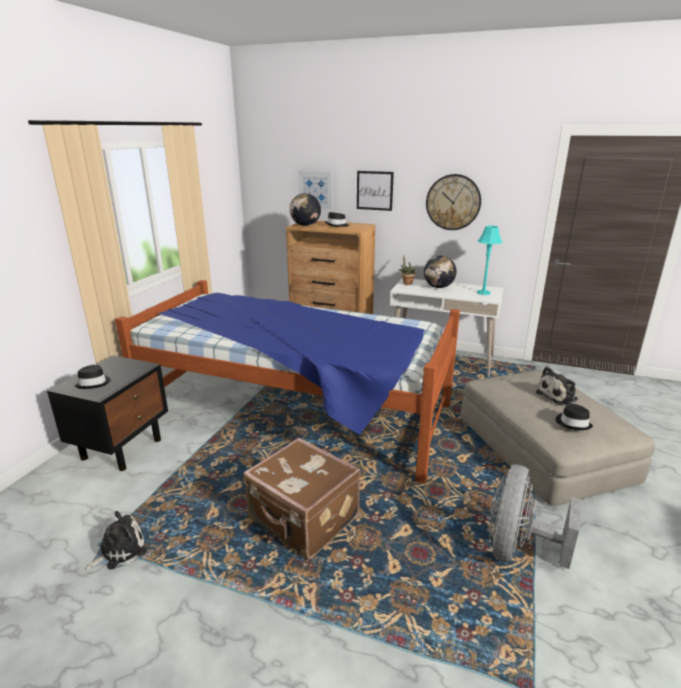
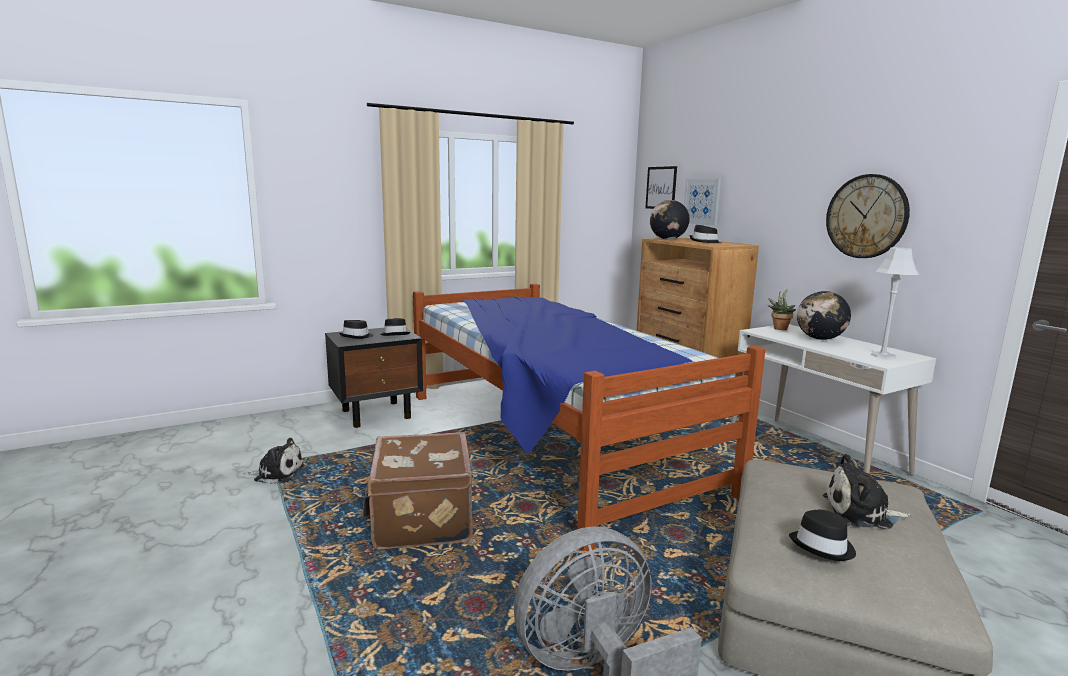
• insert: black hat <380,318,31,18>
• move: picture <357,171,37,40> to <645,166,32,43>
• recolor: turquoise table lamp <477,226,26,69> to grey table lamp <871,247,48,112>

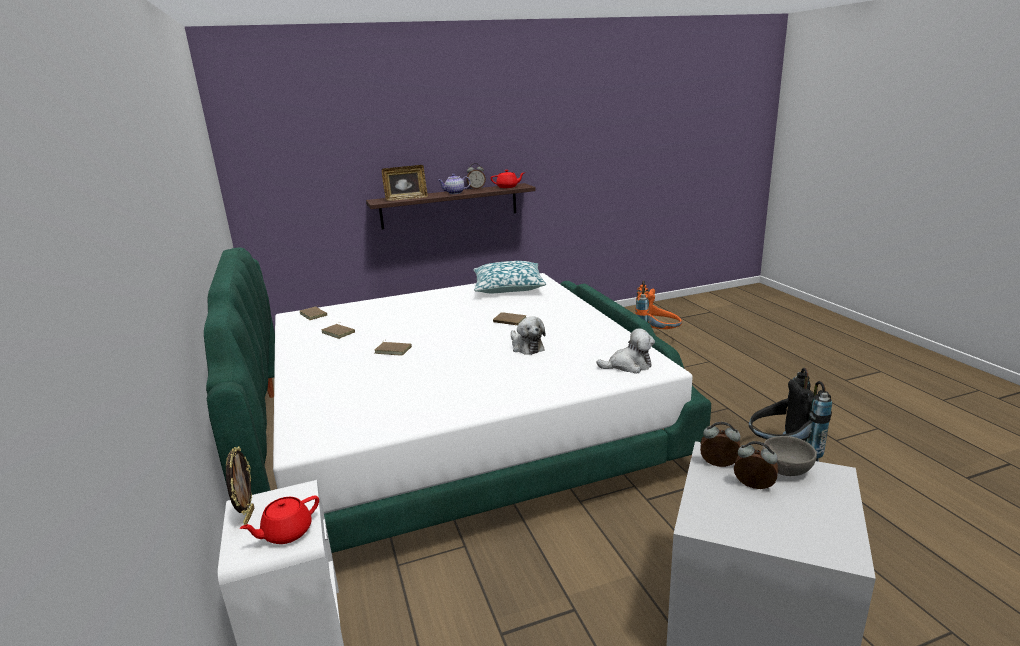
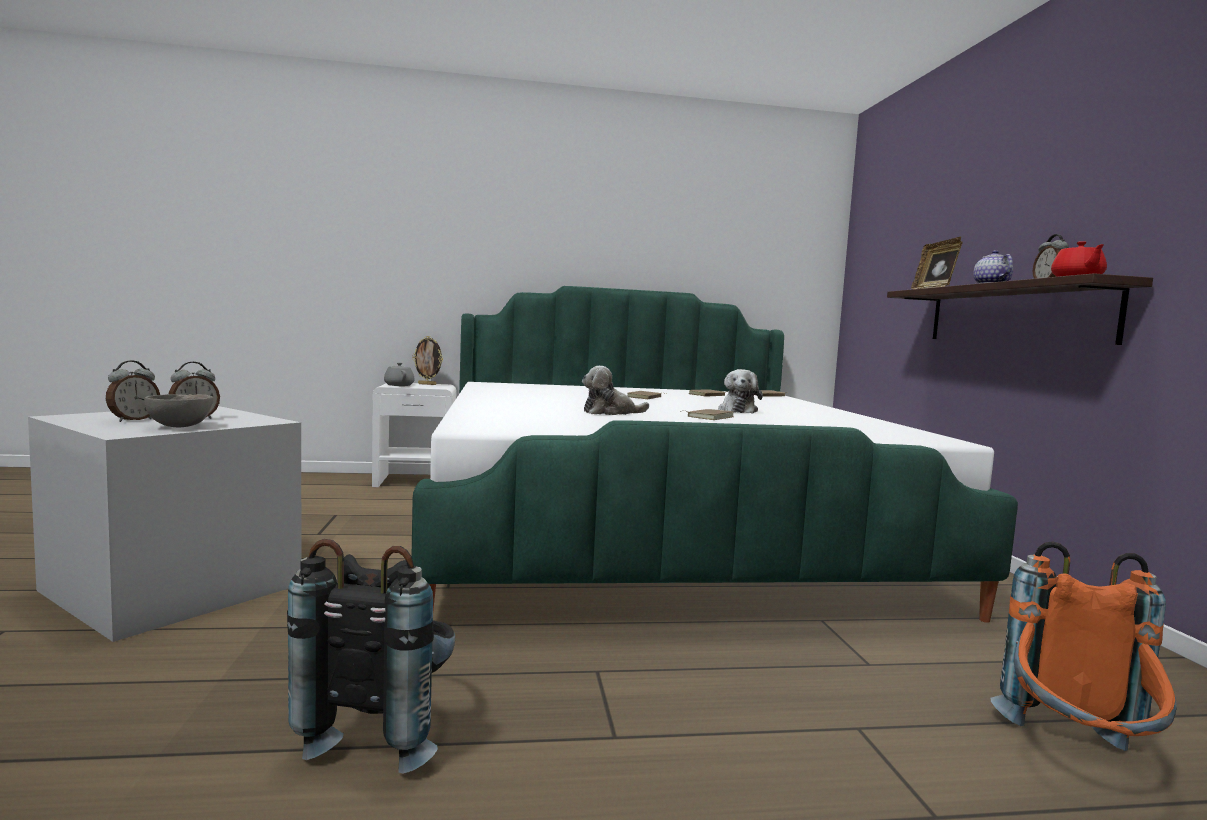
• delete: pillow <473,261,73,32>
• move: plush toy <596,328,59,46> to <718,369,45,45>
• move: alarm clock <700,422,41,45> to <106,360,54,62>
• recolor: red teapot <240,495,79,49> to grey teapot <384,363,31,23>

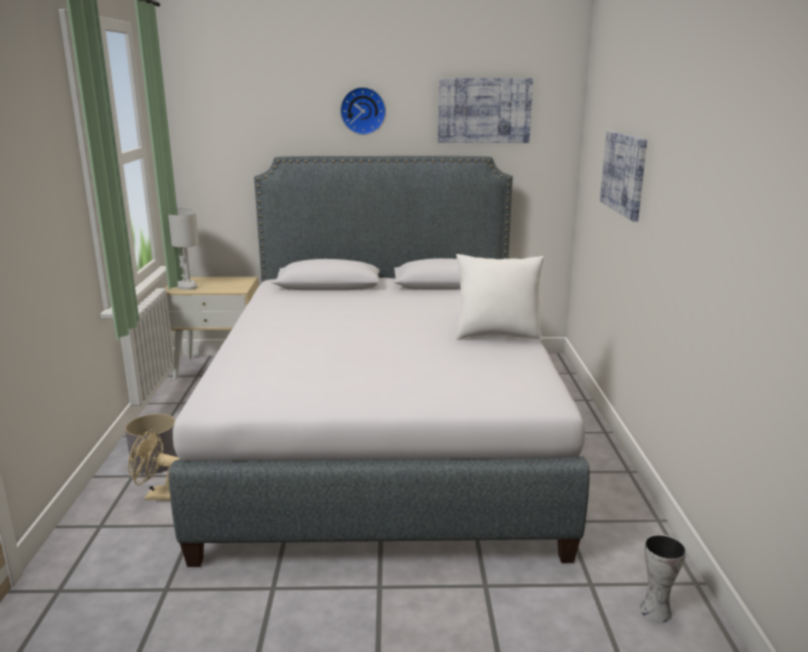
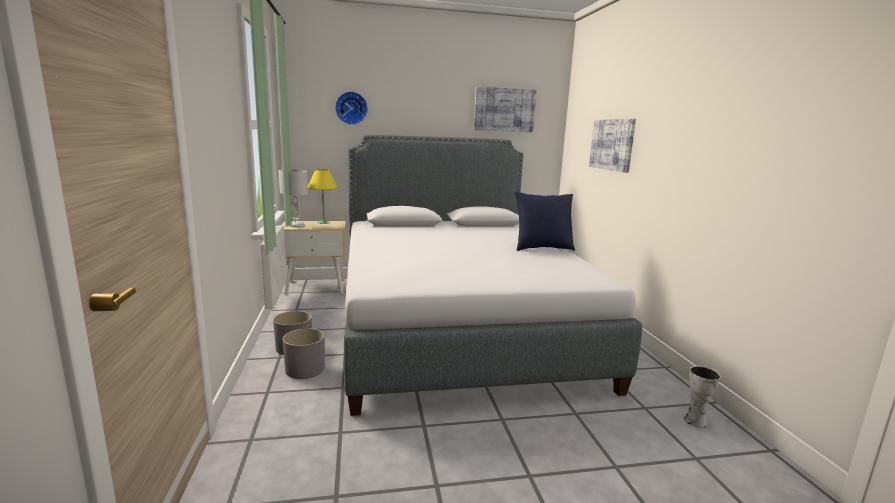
• insert: yellow table lamp <308,169,30,55>
• move: wall clock <340,87,46,48> to <335,91,33,34>
• replace: beige fan <128,429,52,72> to grey planter <283,328,42,51>
• recolor: white pillow <456,254,88,87> to blue pillow <515,192,60,59>

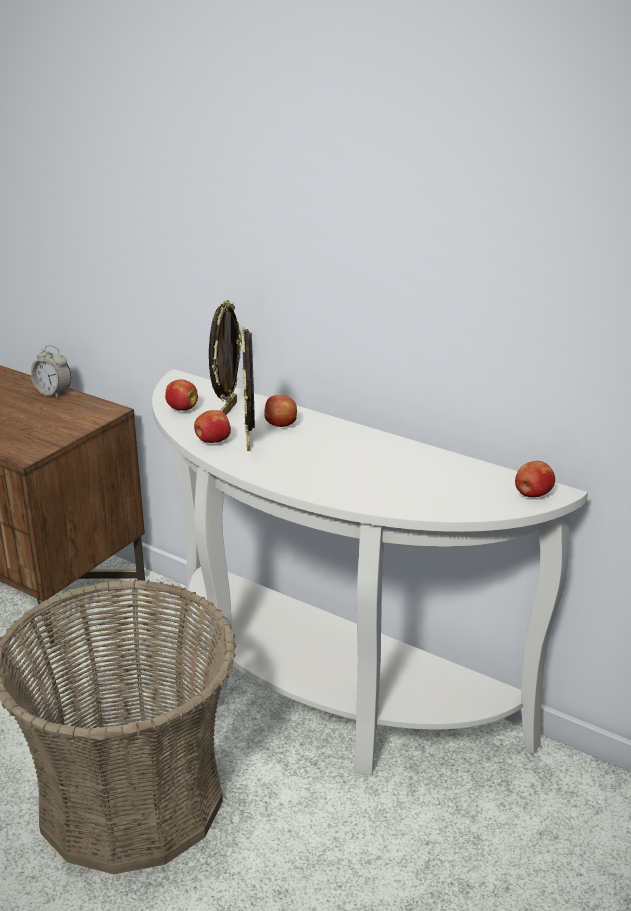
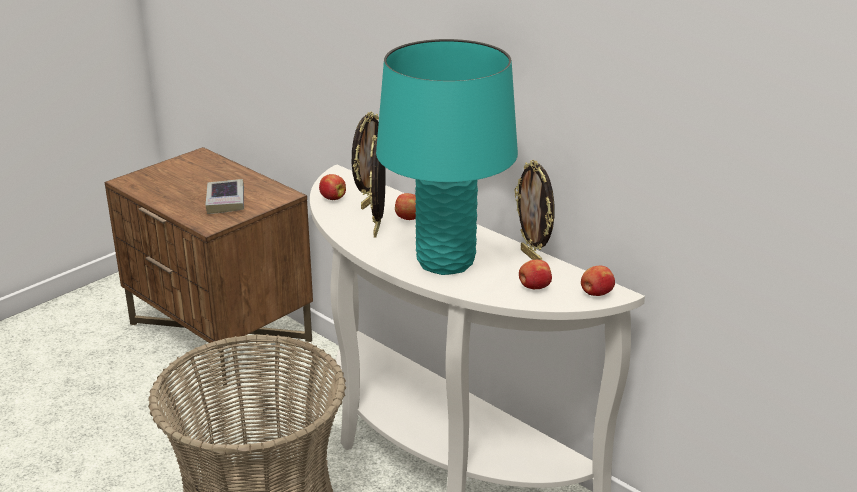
• delete: alarm clock <31,345,40,53>
• insert: book <205,179,39,35>
• insert: turquoise table lamp <376,39,142,236>
• insert: picture frame <515,160,39,100>
• move: apple <194,410,37,33> to <519,260,33,29>

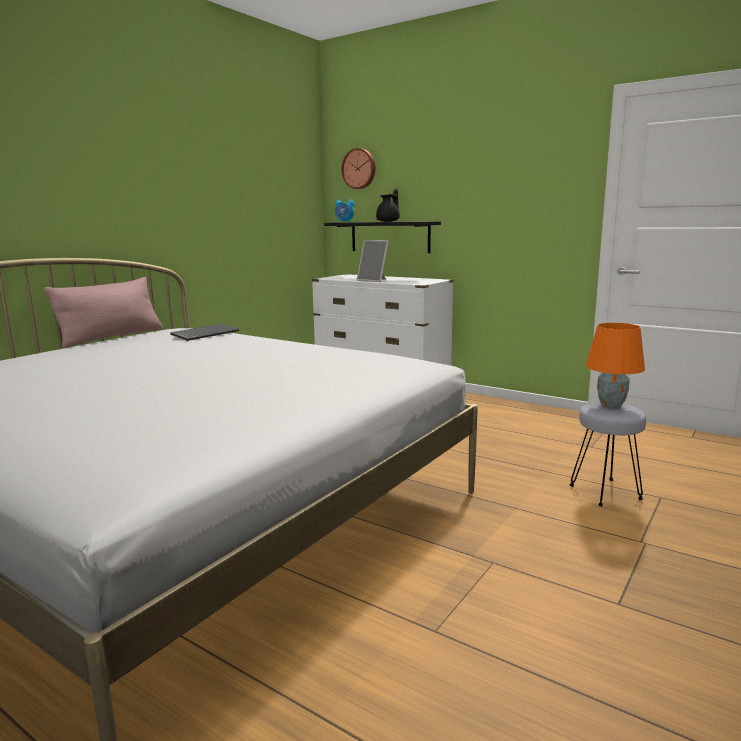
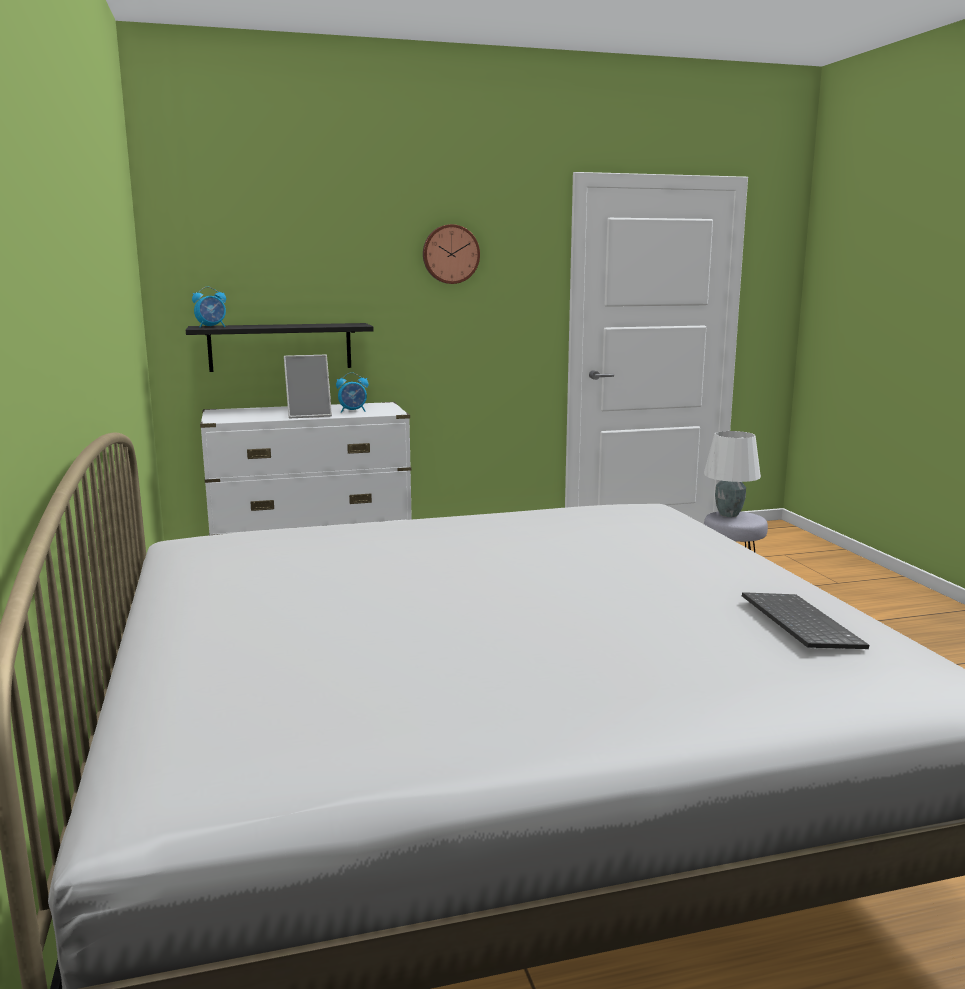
• delete: pink pillow <44,277,119,71>
• delete: black teapot <376,189,24,33>
• insert: alarm clock <336,372,33,41>
• move: keyboard <170,324,69,17> to <742,592,127,57>
• move: wall clock <341,148,35,41> to <423,224,57,60>
• recolor: orange table lamp <586,323,59,86> to white table lamp <704,431,57,86>

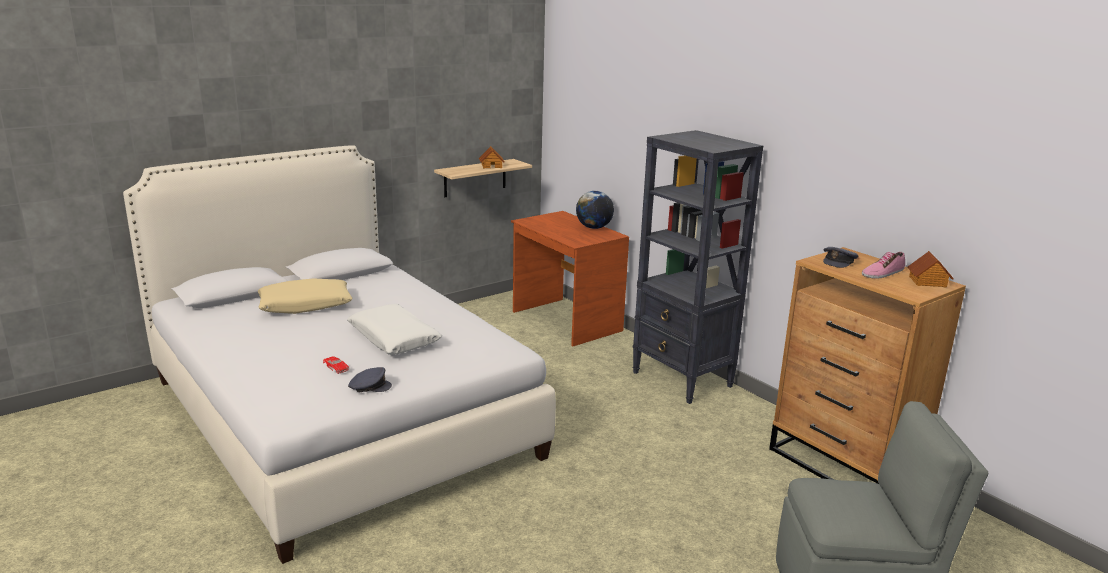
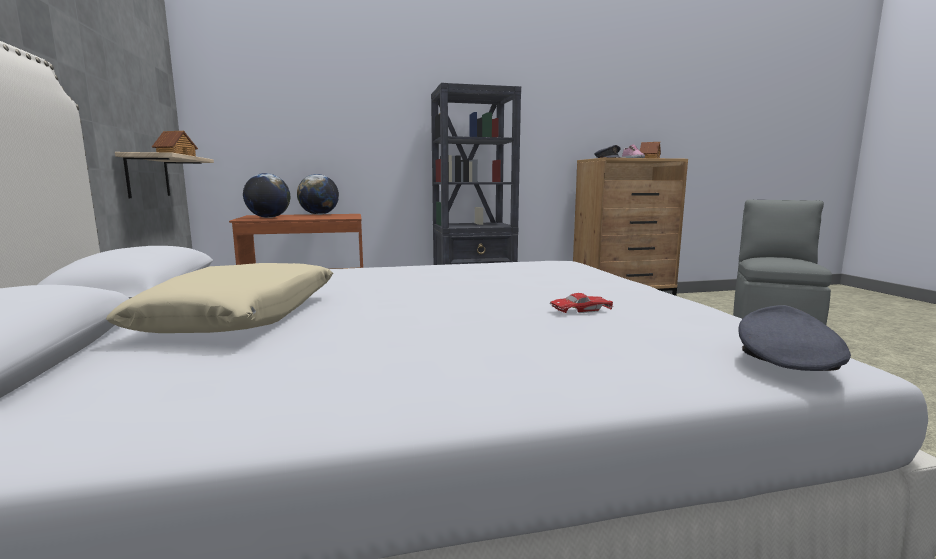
• delete: white pillow <347,304,95,51>
• insert: globe <243,173,47,45>
• move: grey cap <348,367,44,25> to <738,305,113,66>

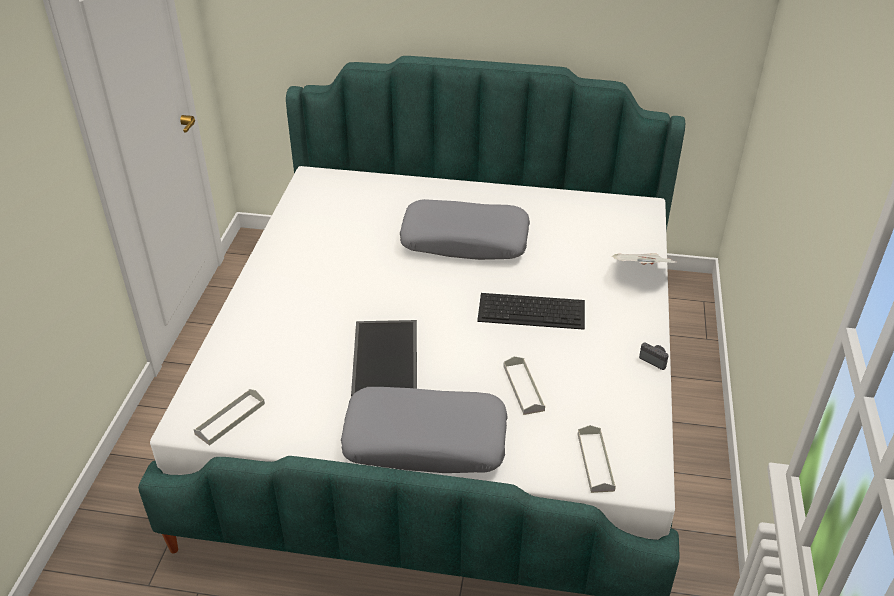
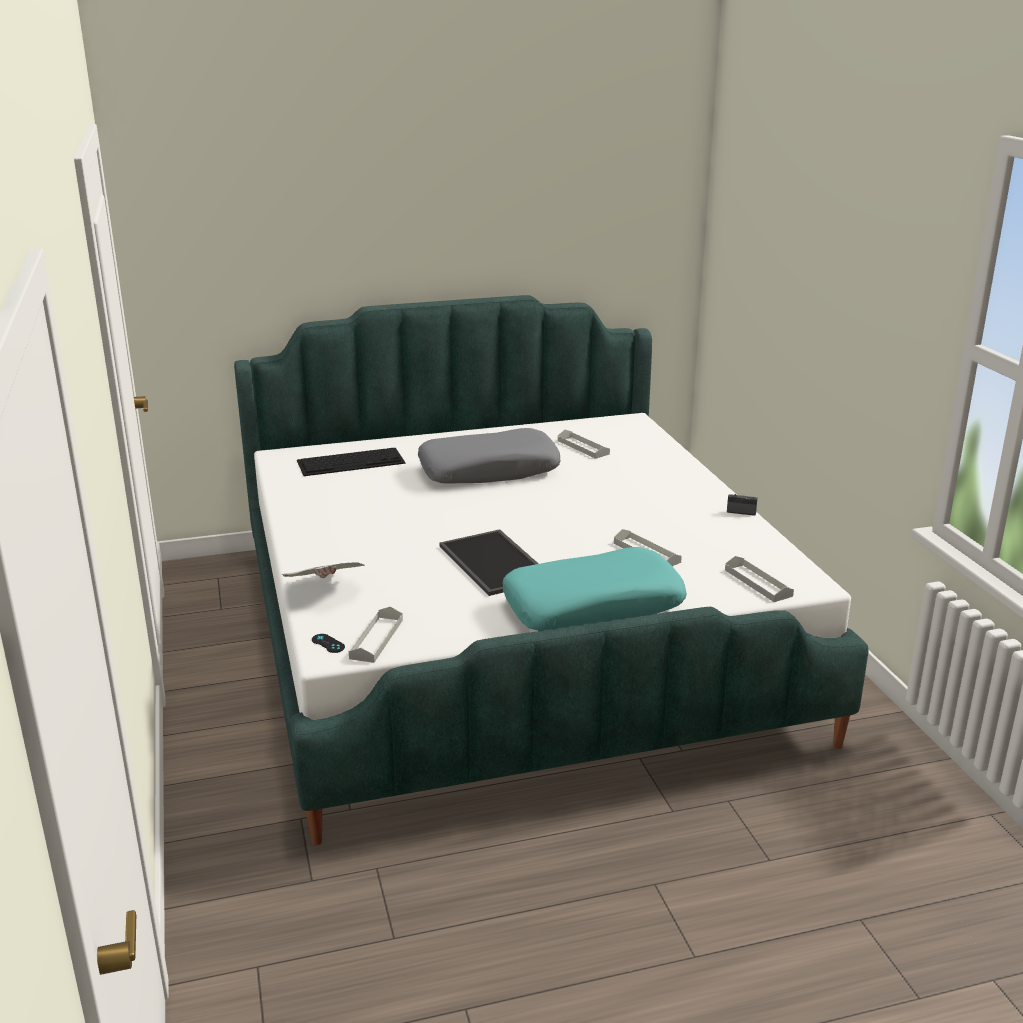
• insert: black game controller <312,634,33,19>
• insert: grey tray <558,430,52,29>
• move: keyboard <477,293,108,37> to <297,448,109,28>
• move: newspaper <612,253,65,12> to <282,563,82,15>
• recolor: grey pillow <341,387,167,86> to turquoise pillow <502,547,185,84>

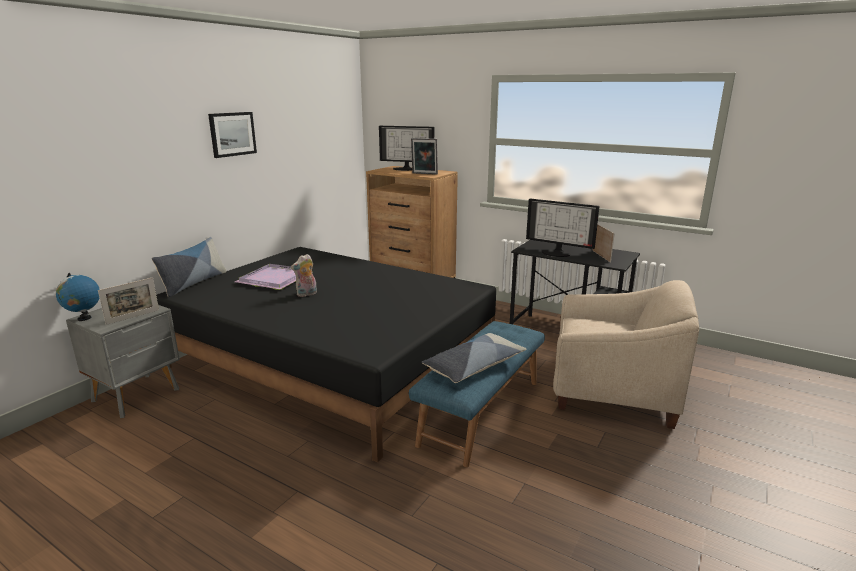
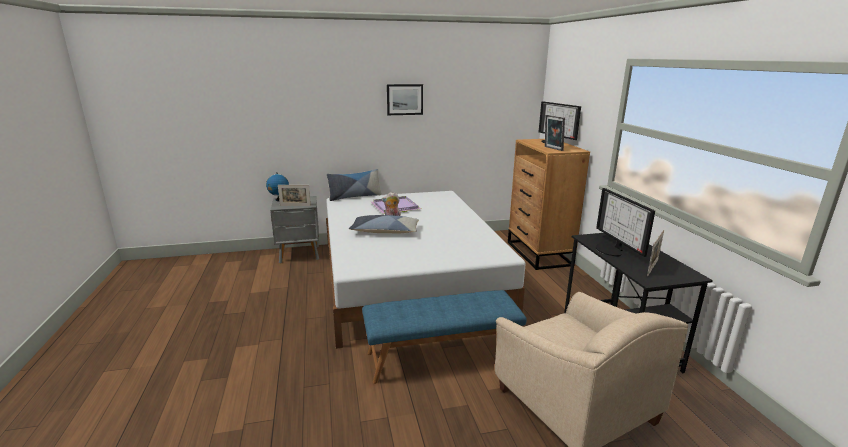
• move: pillow <422,333,104,50> to <349,215,70,18>
• recolor: black bed <156,247,340,215> to white bed <326,191,200,158>

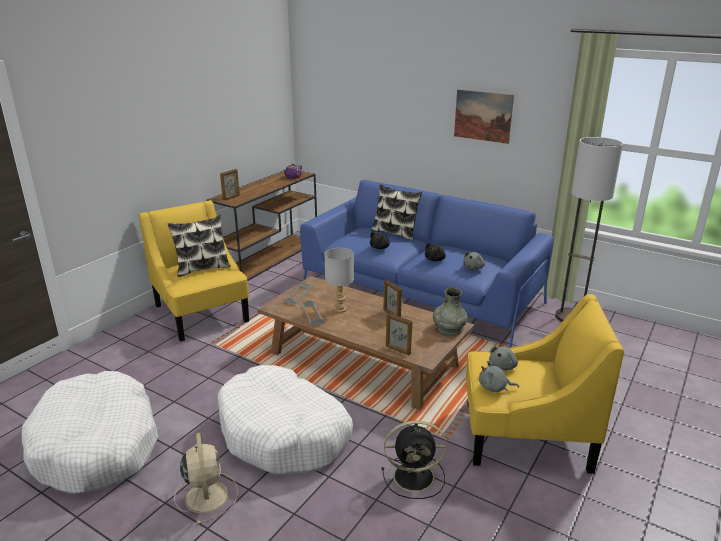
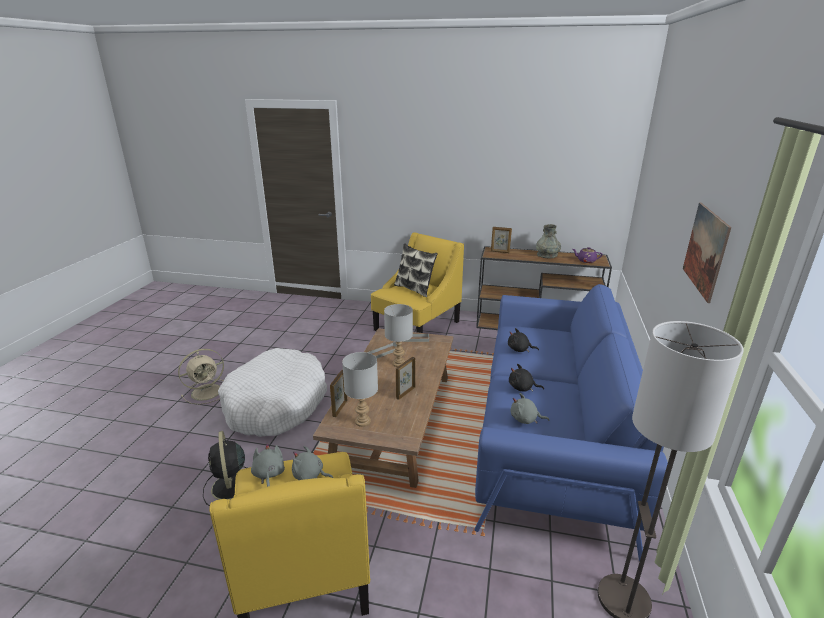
• delete: white dog bed <22,371,136,123>
• delete: pillow <371,184,51,57>
• insert: grey table lamp <342,352,36,75>
• move: grey vase <433,288,35,48> to <536,224,25,35>

